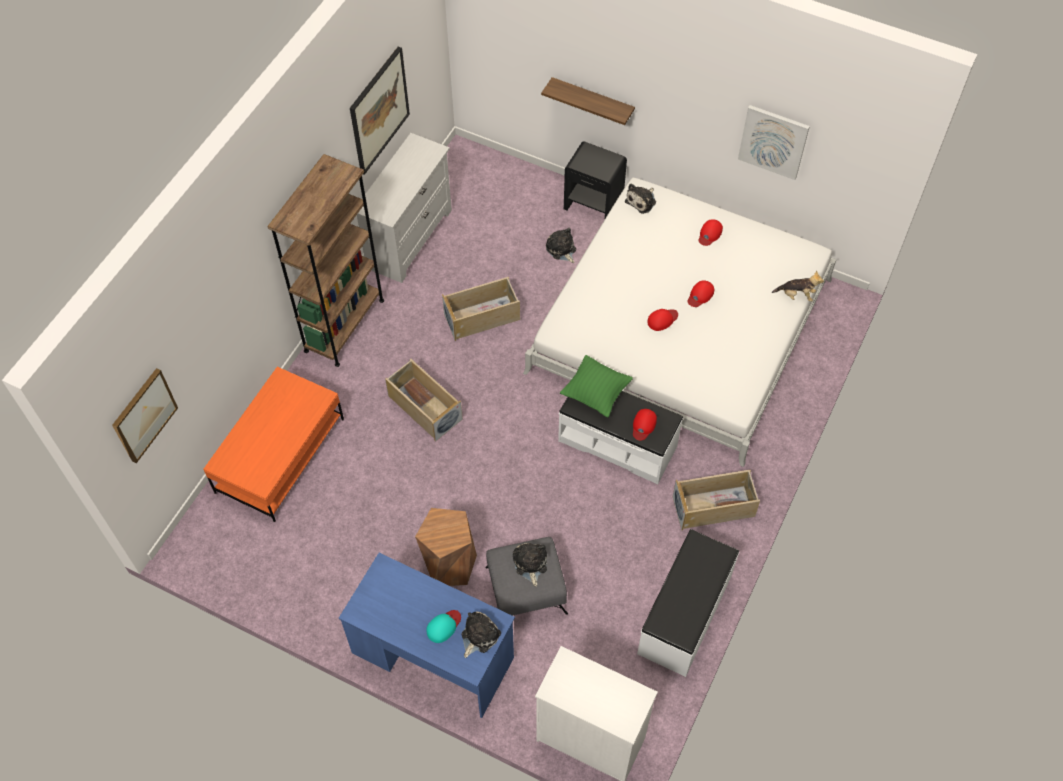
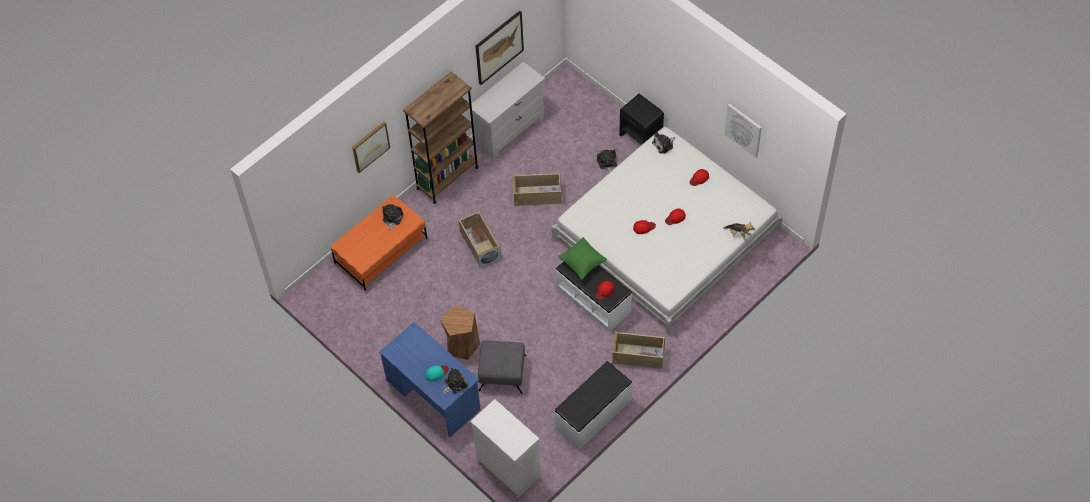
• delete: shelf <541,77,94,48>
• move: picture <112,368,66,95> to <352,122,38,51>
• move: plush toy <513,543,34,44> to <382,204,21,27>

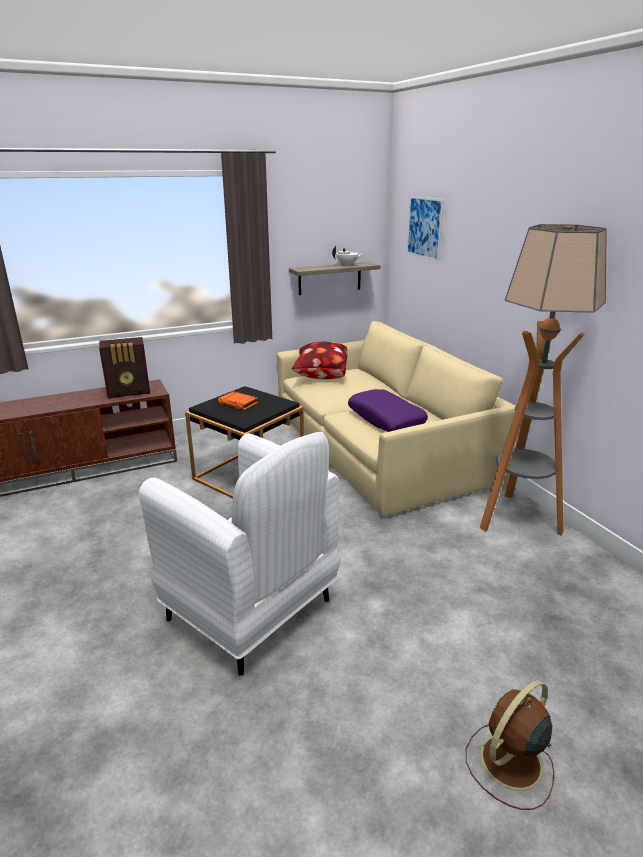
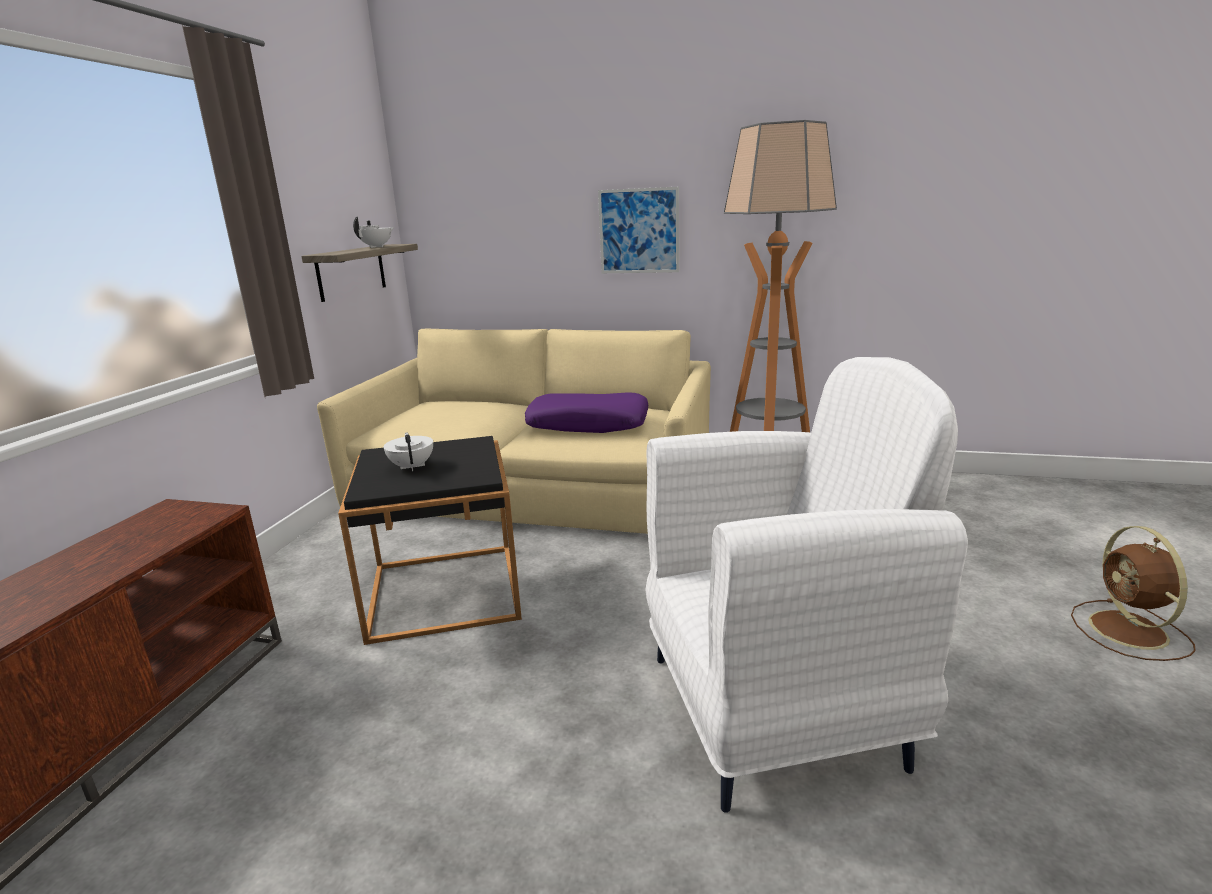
• delete: radio <99,337,51,62>
• delete: pillow <291,342,56,37>
• move: picture <406,196,38,65> to <598,187,81,86>
• replace: orange book <218,391,40,19> to white teapot <383,433,50,38>

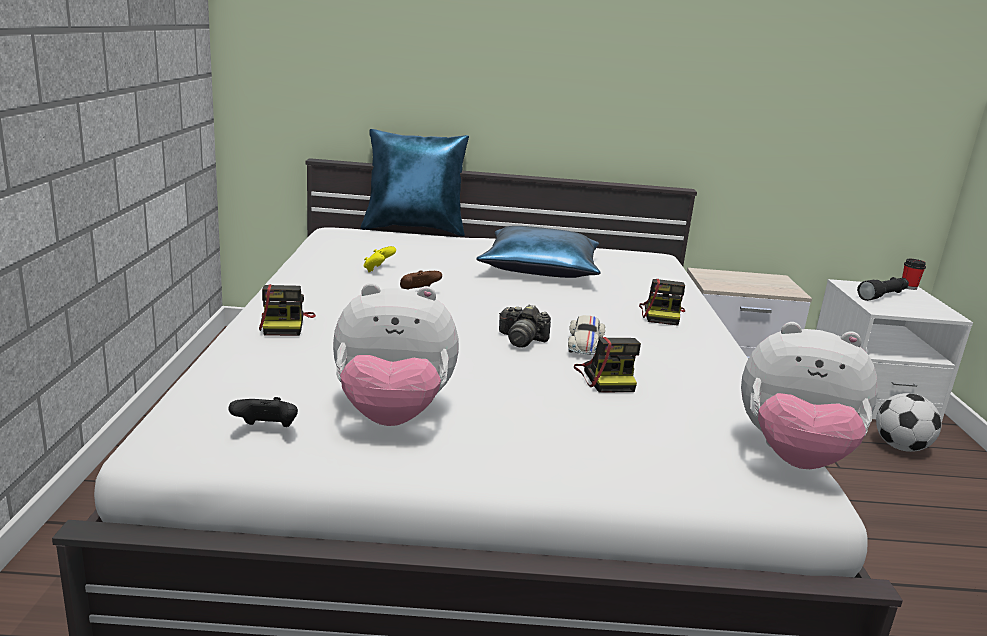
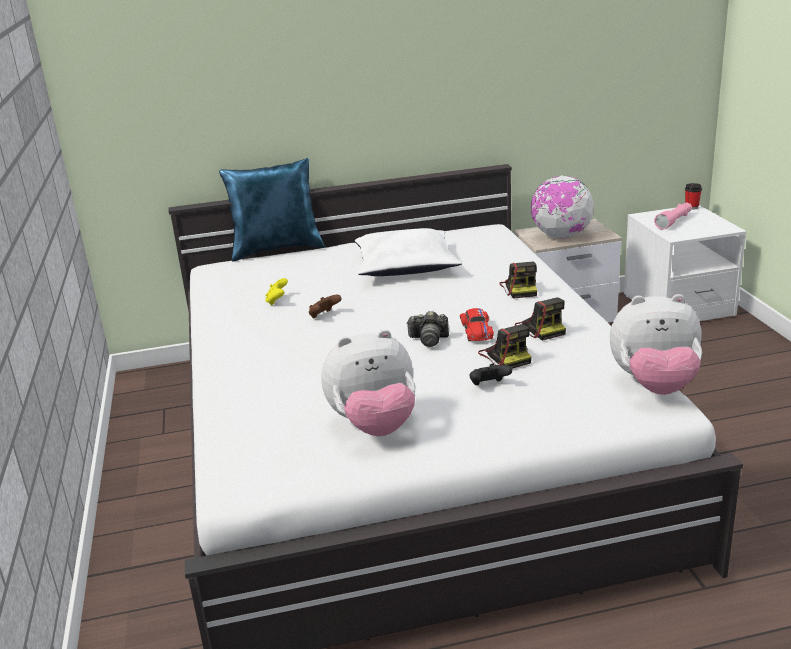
• delete: football <876,393,66,59>
• insert: globe <531,175,63,64>
• move: black game controller <228,397,70,30> to <469,363,43,22>
• move: photo camera <259,284,57,52> to <515,297,51,44>
• recolor: blue pillow <476,226,125,52> to white pillow <355,228,107,48>
• recolor: white toy car <568,315,37,40> to red toy car <460,308,34,33>
• recolor: black flashlight <857,277,52,24> to pink flashlight <654,202,38,28>

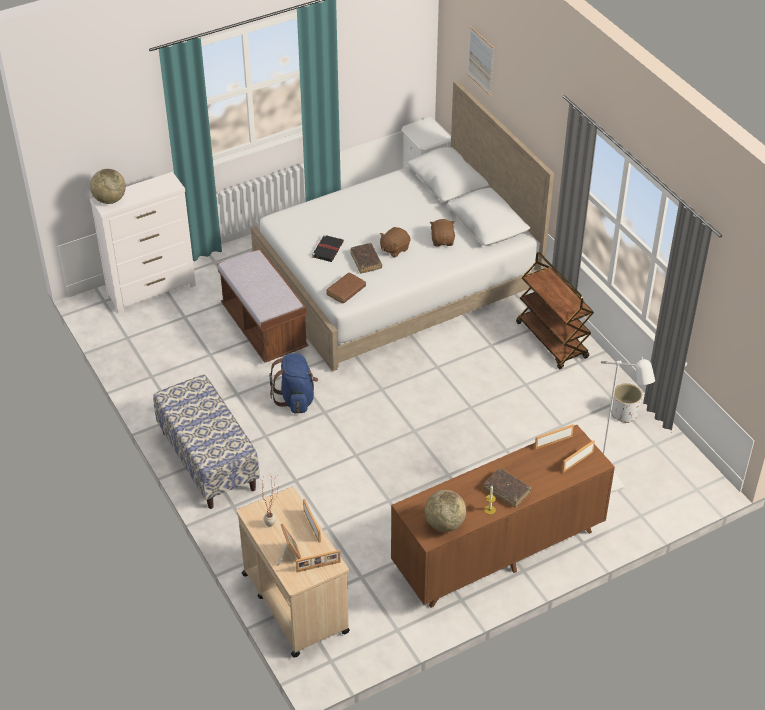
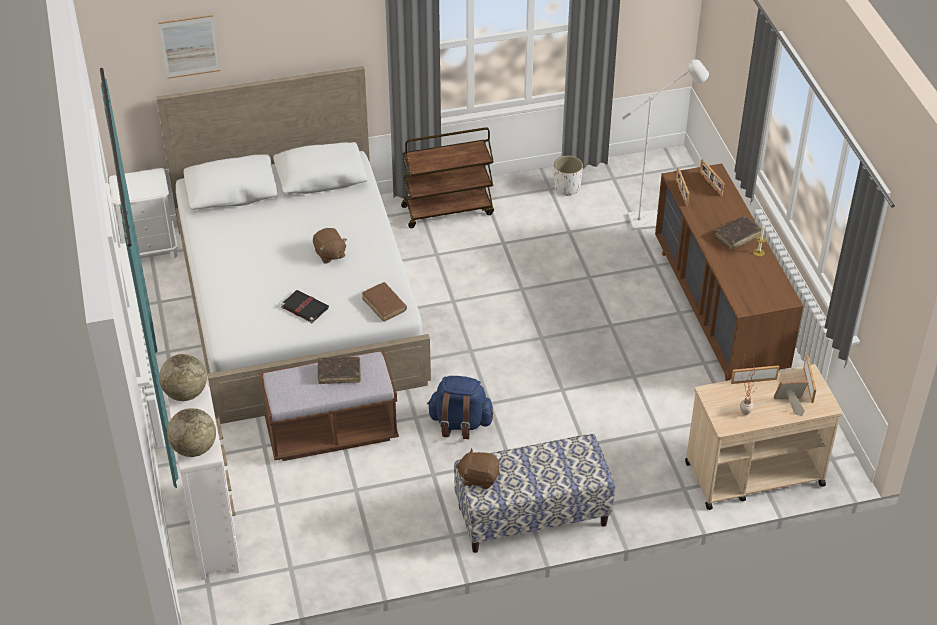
• move: brown book <350,243,32,31> to <318,357,43,27>
• move: globe <425,490,41,42> to <159,354,48,47>
• move: brown plush toy <430,219,25,27> to <456,448,44,41>

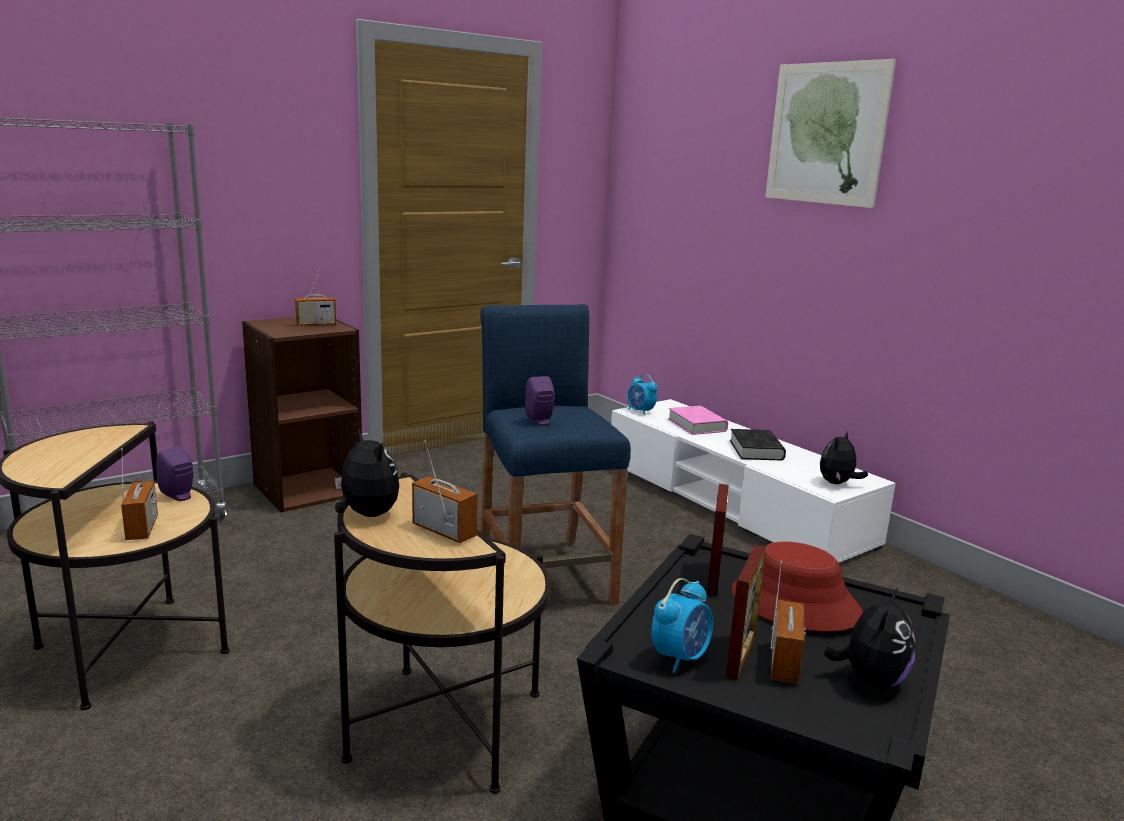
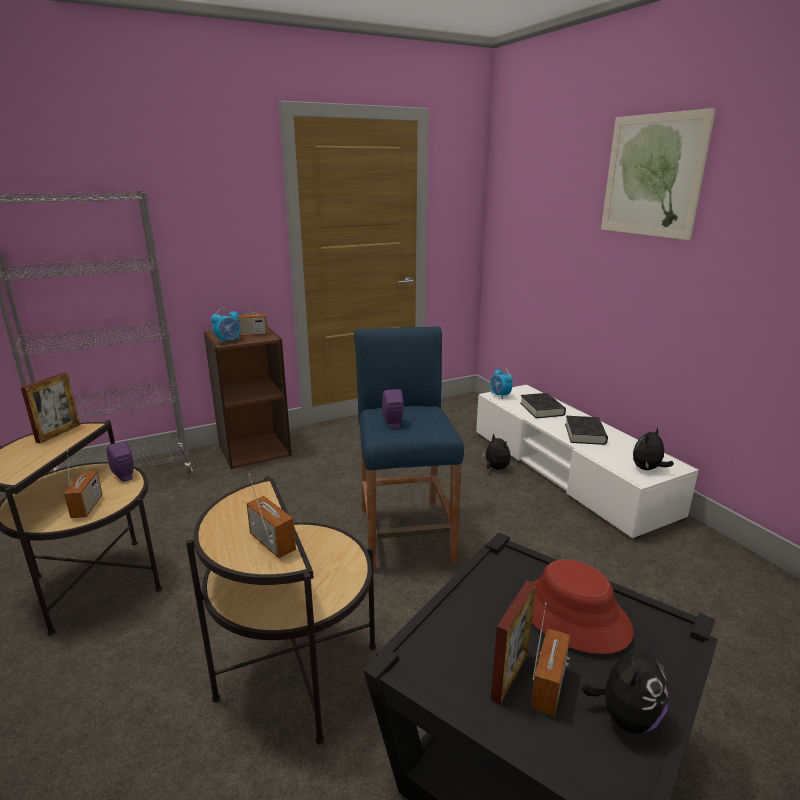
• move: plush toy <335,428,64,89> to <482,433,29,37>
• move: alarm clock <651,578,62,96> to <211,308,29,36>
• move: picture frame <707,484,22,113> to <21,372,59,71>
• recolor: pink book <668,406,60,29> to black book <520,393,46,25>

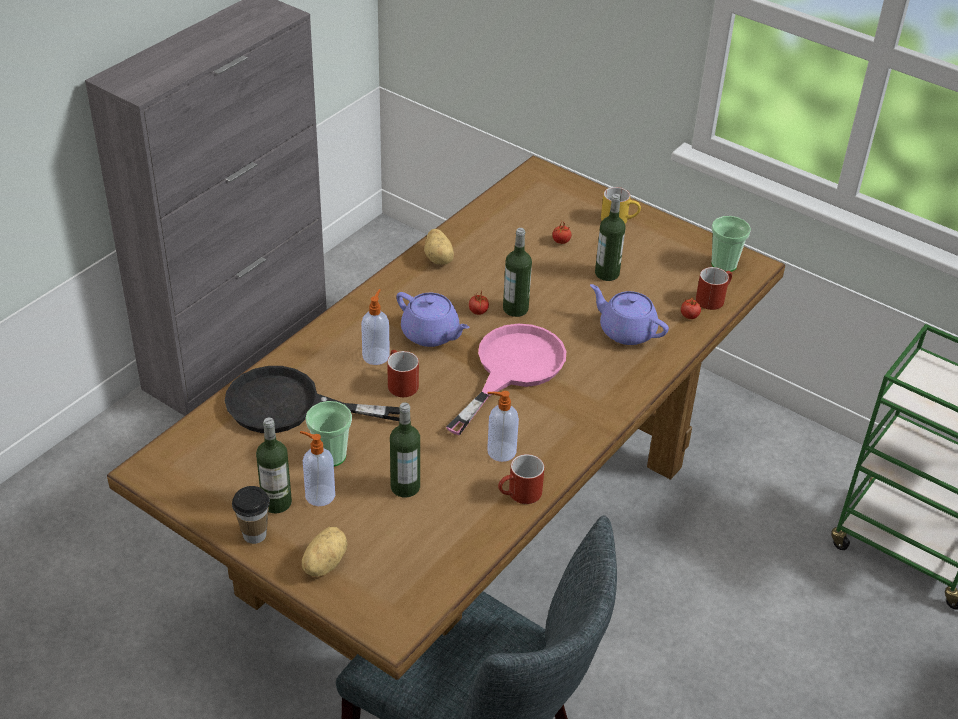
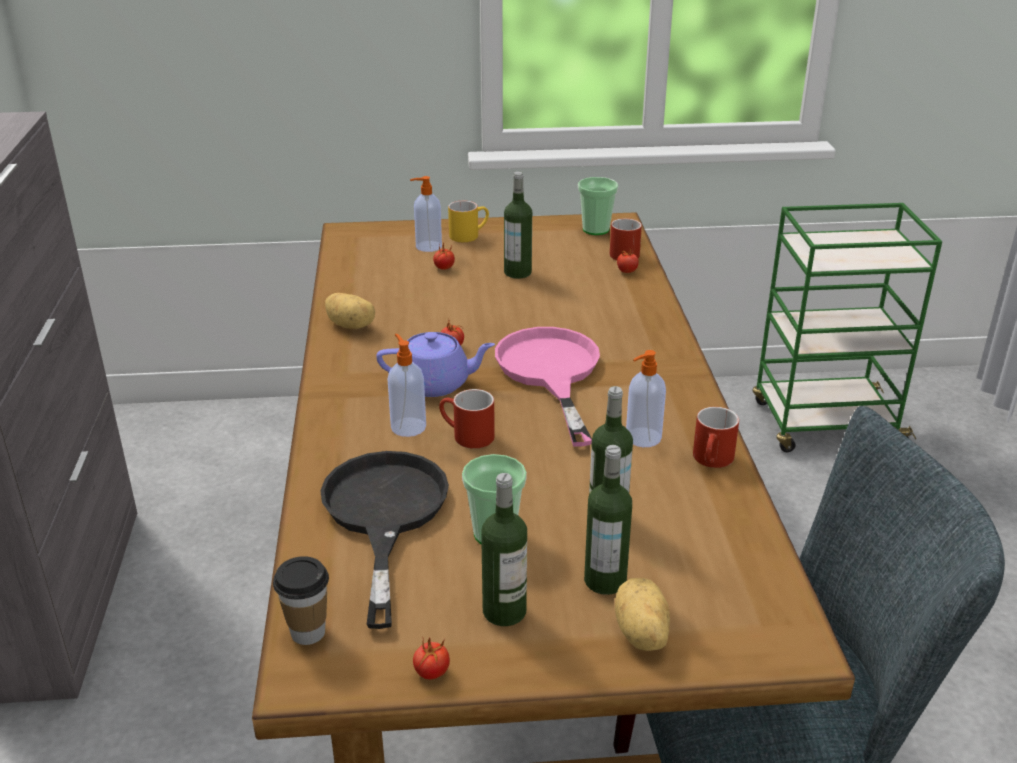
• delete: purple teapot <590,284,79,61>
• insert: tomato <413,636,37,43>
• move: cup <232,486,38,58> to <273,556,56,89>
• move: soap dispenser <300,431,35,75> to <410,176,32,76>
• move: bottle <503,228,29,89> to <584,445,48,150>
• rotate: black frying pan <225,366,175,67> = <320,451,129,178> 120 degrees clockwise

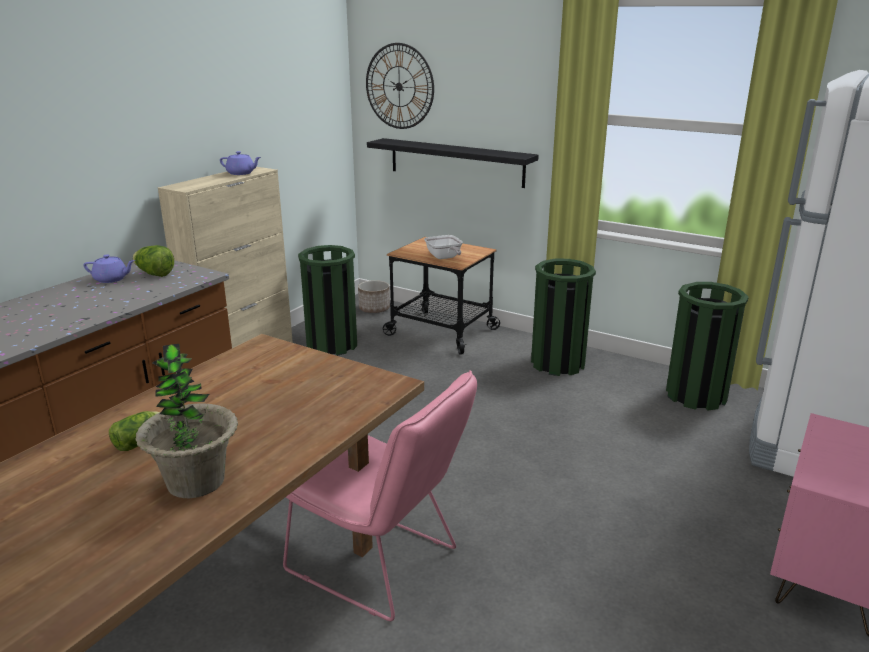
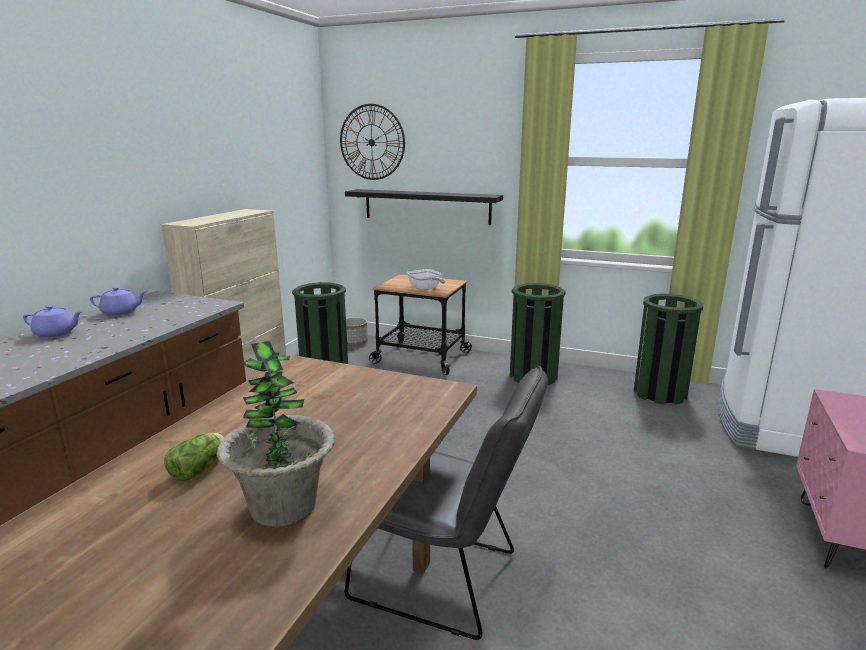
• delete: lettuce <133,245,41,32>
• move: purple teapot <220,151,41,24> to <23,305,59,33>
• recolor: pink chair <283,370,194,251> to grey chair <345,366,203,274>

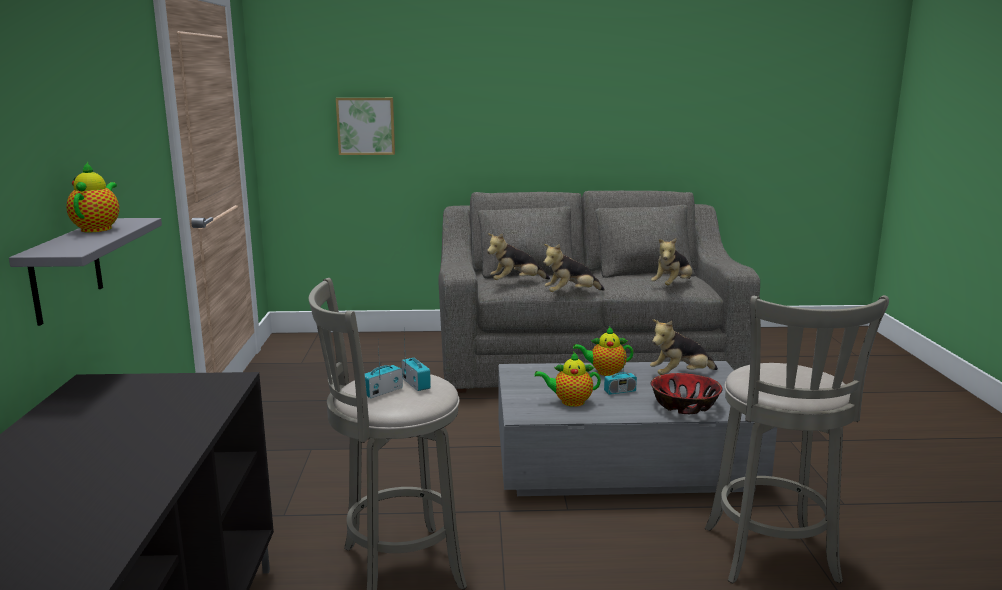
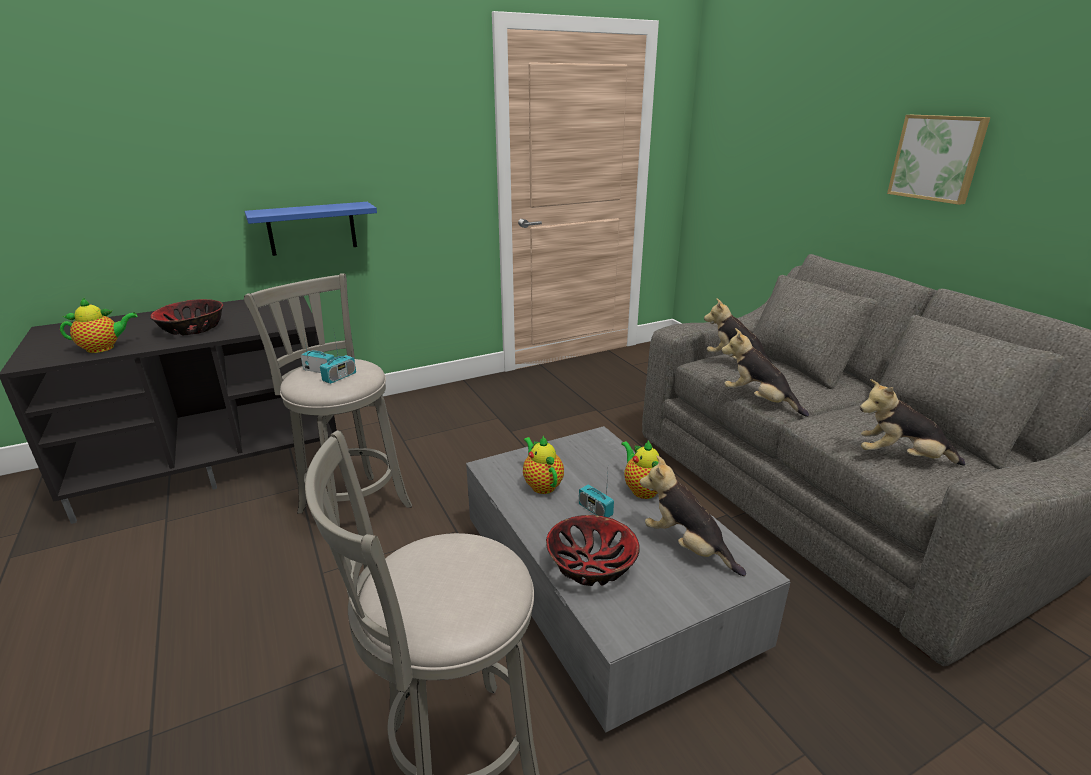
• insert: bowl <150,299,73,36>
• move: teapot <66,162,53,70> to <60,298,78,55>
• move: picture <336,98,59,57> to <887,115,103,90>
• recolor: grey shelf <9,218,153,108> to blue shelf <245,202,132,54>

